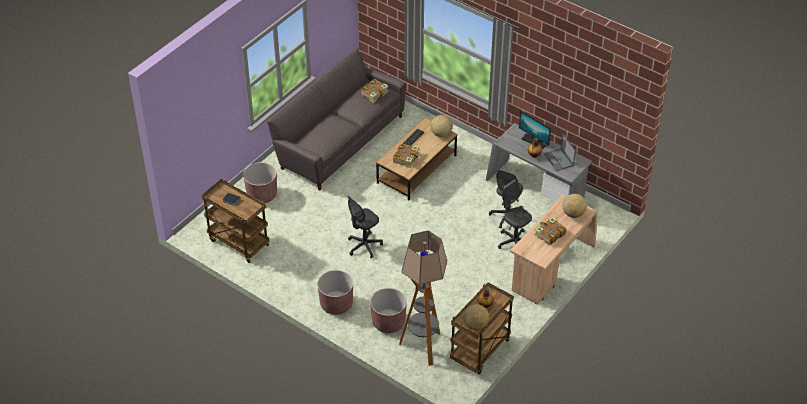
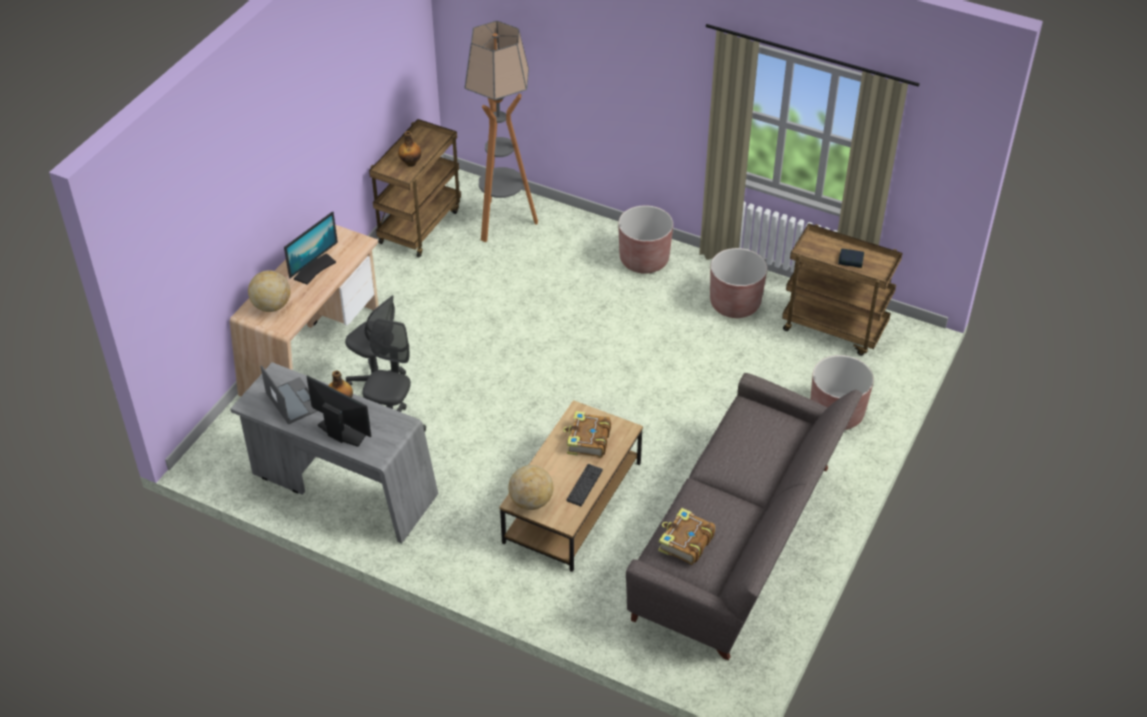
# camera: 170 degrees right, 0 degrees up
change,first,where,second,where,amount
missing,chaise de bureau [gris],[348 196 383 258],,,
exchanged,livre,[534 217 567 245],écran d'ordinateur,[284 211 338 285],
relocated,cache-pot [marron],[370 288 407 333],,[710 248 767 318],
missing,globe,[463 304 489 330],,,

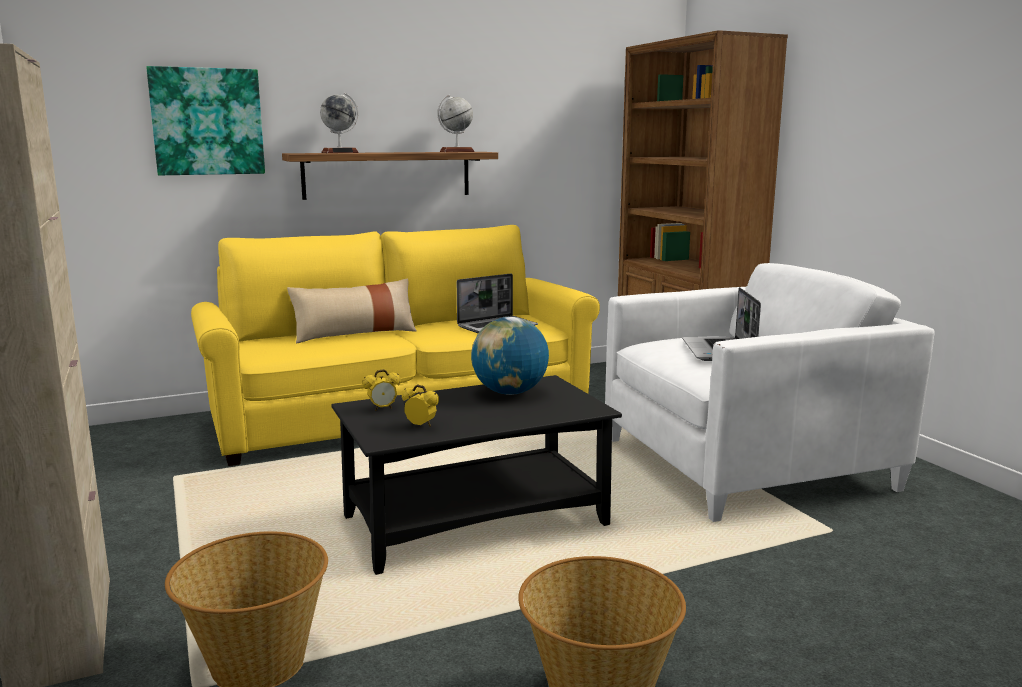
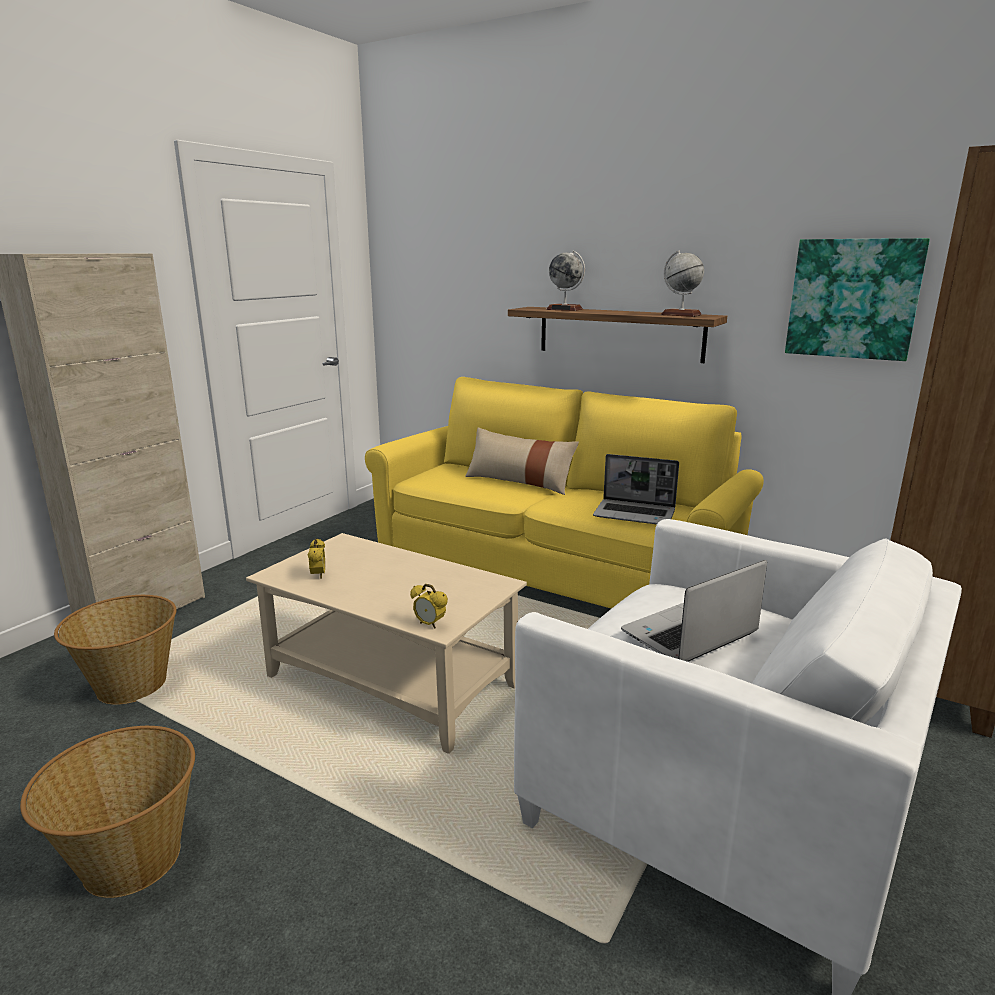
# camera: 55 degrees right, 5 degrees up
change,first,where,second,where,amount
relocated,tableau,[146 66 265 175],,[785 238 930 361],
missing,globe,[471 317 549 395],,,
relocated,réveil,[362 369 401 411],,[410 584 448 628],
colour,table basse [noir],[331 375 622 575],table basse [beige],[246 533 527 754],

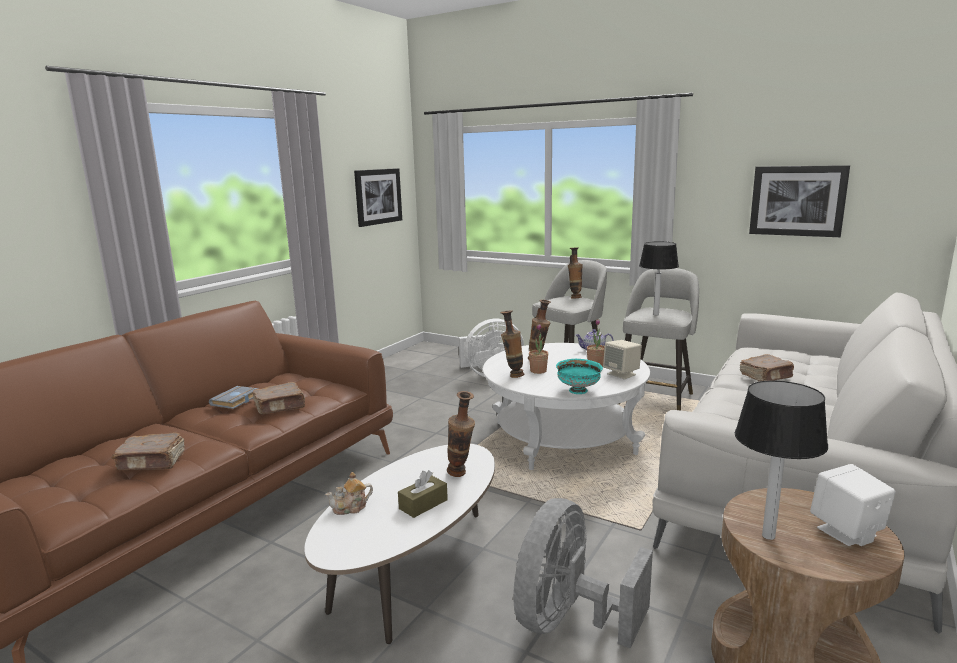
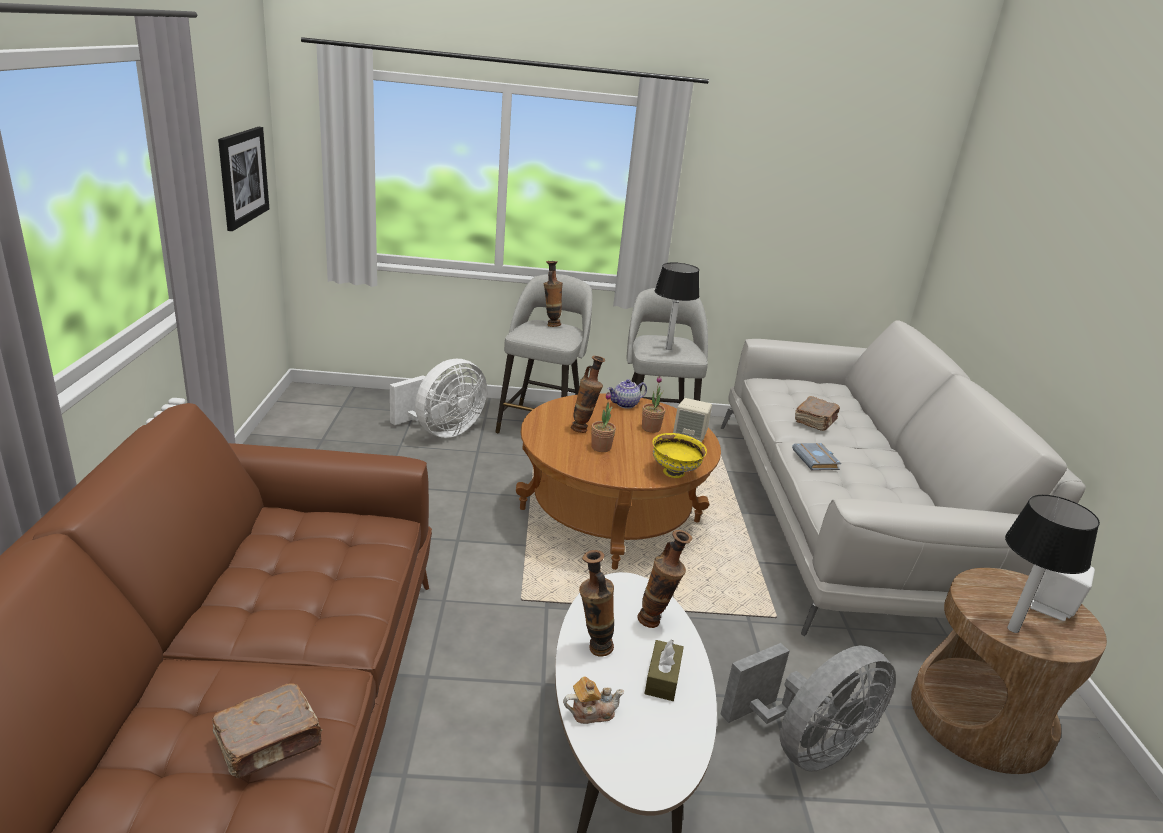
# camera: 35 degrees left, 10 degrees up
change,first,where,second,where,amount
missing,tableau,[749 165 850 237],,,
relocated,vase,[500 310 524 378],,[579 550 614 656],
colour,table basse [blanc],[483 343 650 470],table basse [marron],[516 393 721 570],
colour,bol [turquoise],[556 359 603 394],bol [jaune],[652 433 707 478],
missing,livre [marron],[253 382 305 414],,,
relocated,livre [gris],[209 386 258 409],,[792 443 841 471],
spun,théière,[325 472 373 515],,[563 676 624 724],135 degrees counterclockwise
spun,ventilateur [gris],[513 498 653 649],,[721 643 896 772],120 degrees counterclockwise

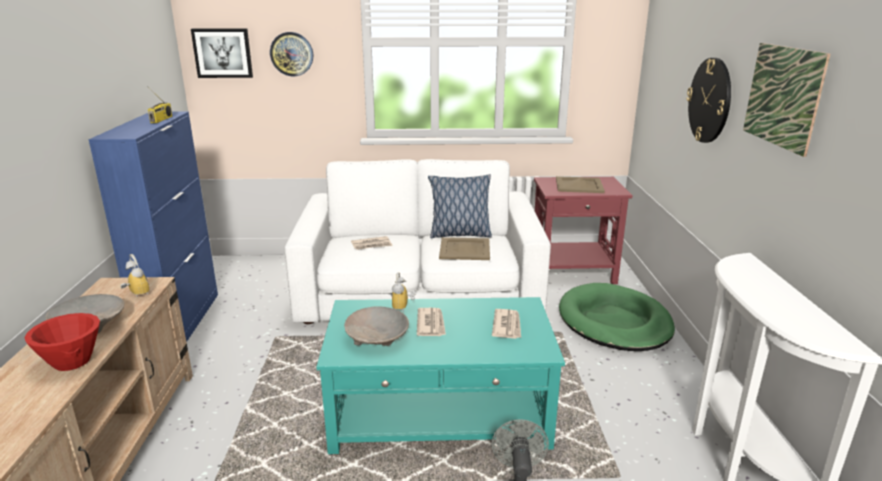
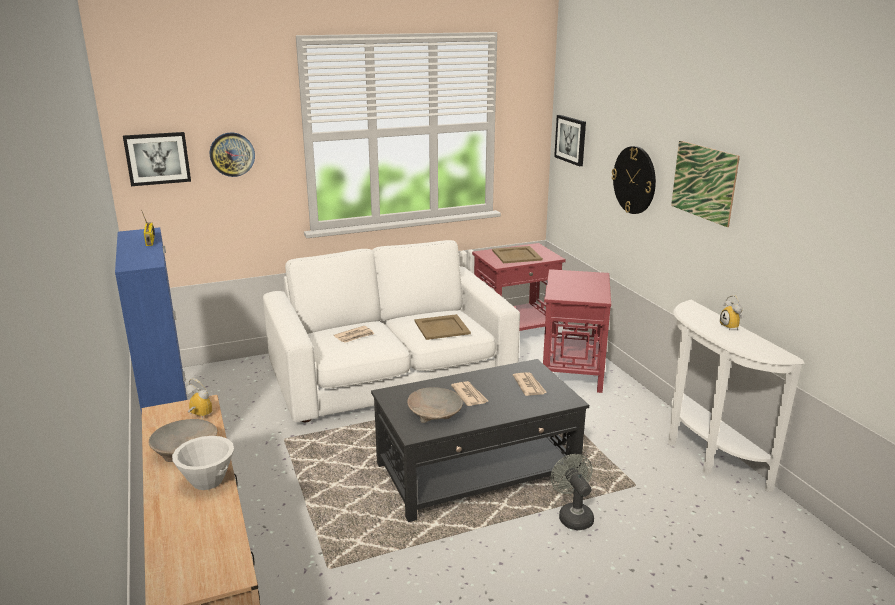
# camera: 20 degrees left, 0 degrees up
change,first,where,second,where,amount
missing,coussin,[428 174 492 238],,,
relocated,réveil,[391 272 416 311],,[720 295 743 331],
exchanged,panier pour chien [vert],[559 283 675 351],table d'appoint [rouge],[543 269 611 393],
colour,table basse [turquoise],[316 297 565 454],table basse [noir],[371 359 589 522],
colour,bol [rouge],[25 313 100 371],bol [blanc],[172 436 234 490],
appeared,,,tableau,[554 115 586 166],

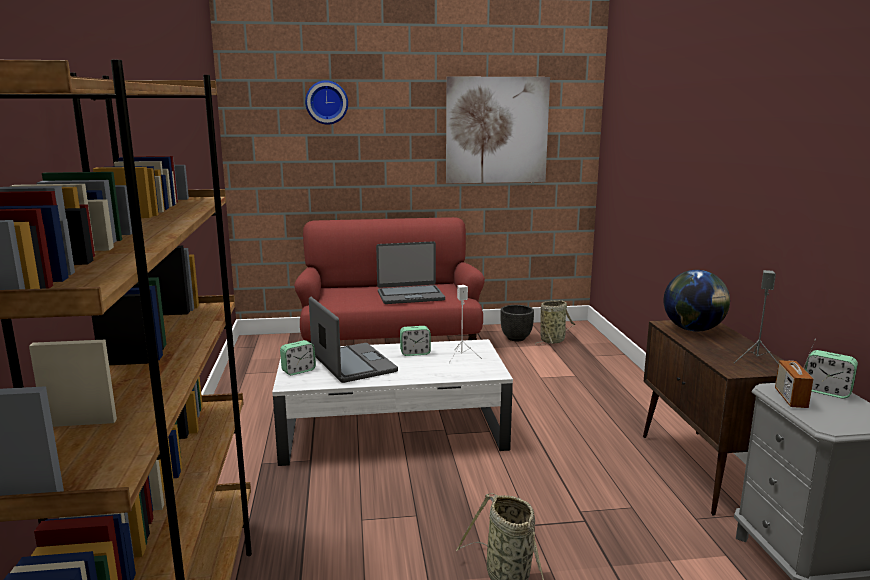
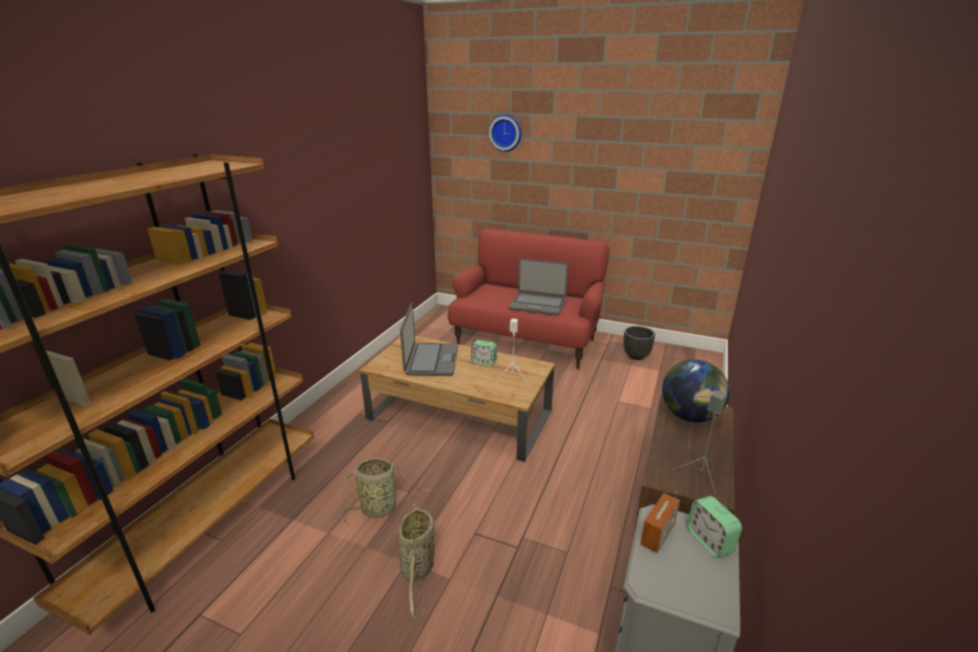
# camera: 30 degrees right, 10 degrees up
change,first,where,second,where,amount
missing,tableau,[446 76 550 183],,,
relocated,panier,[535 300 576 345],,[340 458 431 524],
colour,table basse [blanc],[272 339 513 466],table basse [marron],[360 336 555 462],
missing,réveil,[280 340 316 375],,,

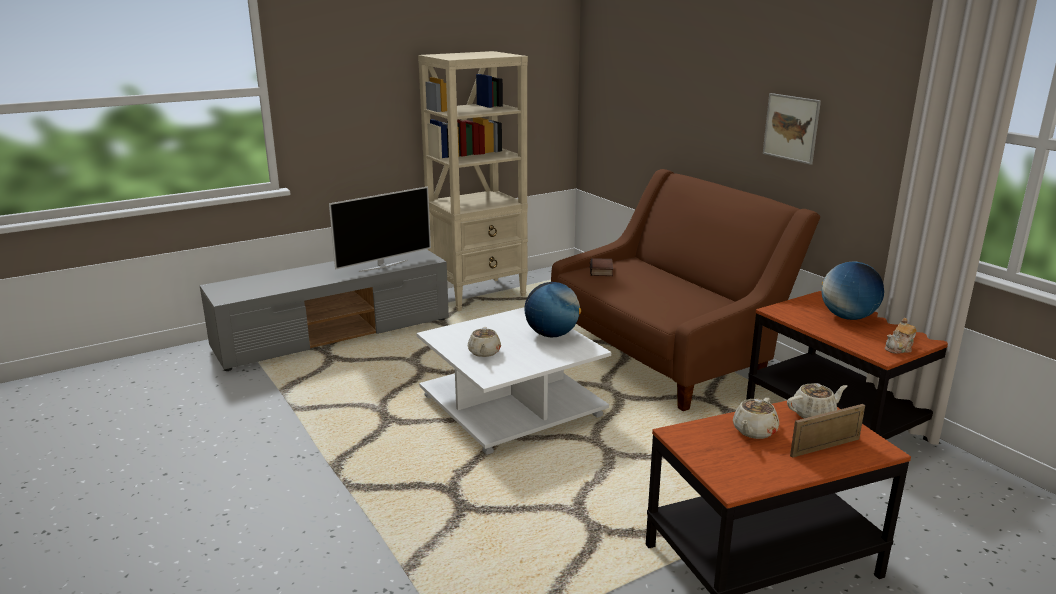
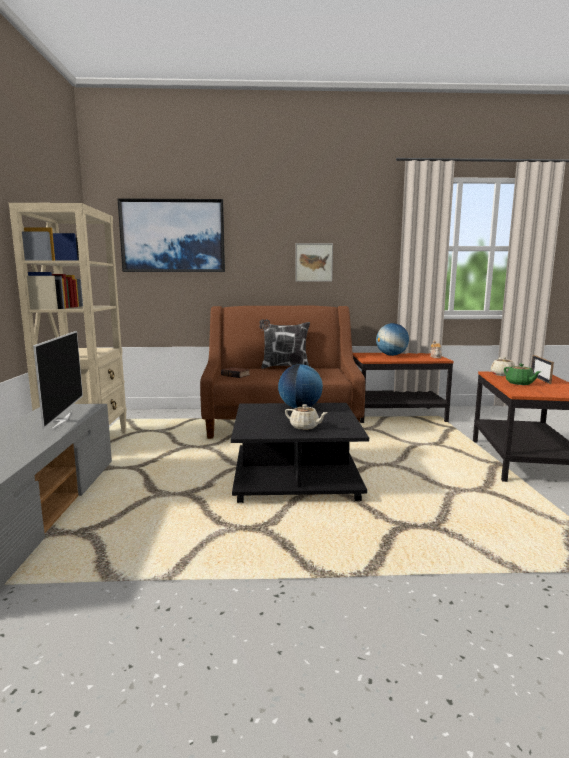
# camera: 60 degrees left, 10 degrees down
change,first,where,second,where,amount
colour,table basse [blanc],[416 307 611 455],table basse [noir],[231 403 369 503],
colour,théière [beige],[733 398 779 439],théière [vert],[504 364 541 385],
appeared,,,tableau,[117 198 225 272],
appeared,,,coussin,[259 319 310 369],

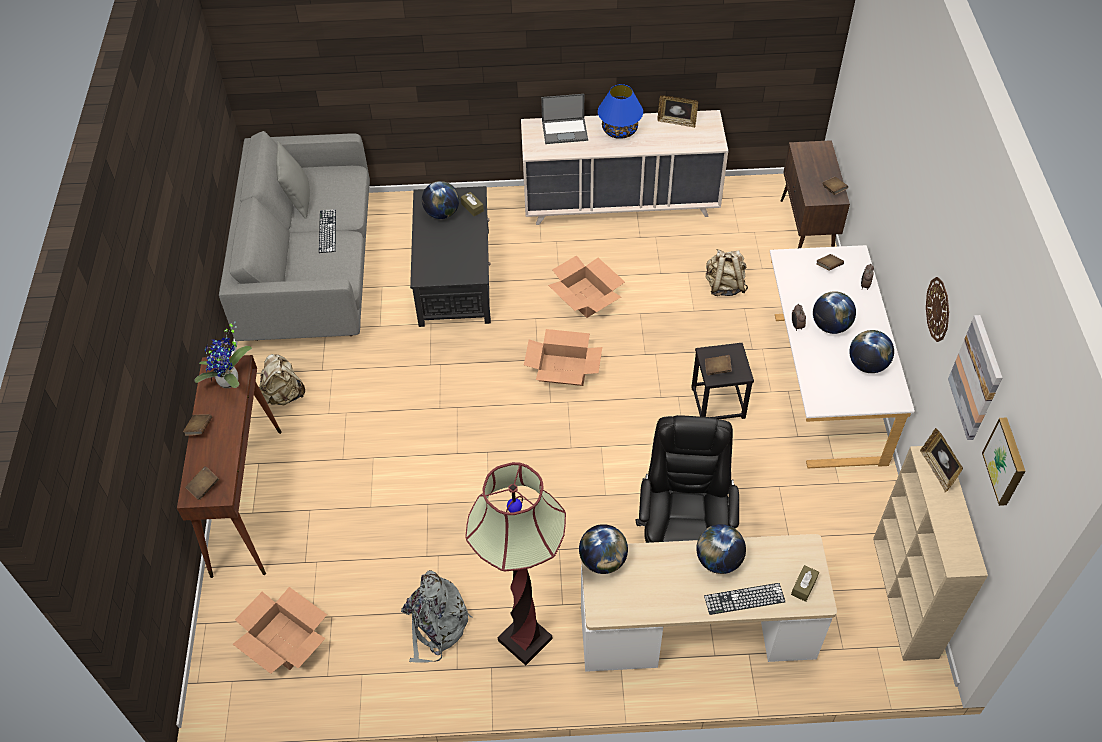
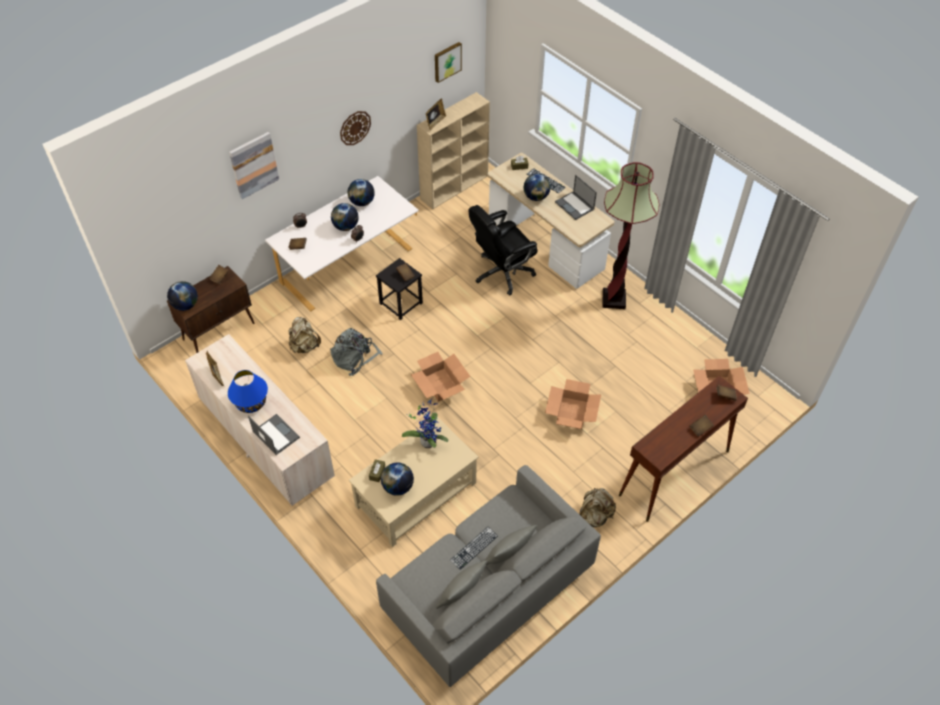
# camera: 130 degrees left, 0 degrees up
change,first,where,second,where,amount
colour,table basse [noir],[410 186 491 327],table basse [beige],[349 417 478 547],
relocated,carton,[548 255 625 318],,[545 379 601 429],
relocated,tableau,[948 315 1002 440],,[229 132 279 199],
relocated,plante en pot,[194 321 252 388],,[402 399 449 448],
relocated,globe,[579 524 628 574],,[167 281 198 311],
relocated,sac à dos [gris],[401 570 473 663],,[330 328 382 376],
appeared,,,ordinateur portable,[555 175 597 220],
appeared,,,coussin [gris],[484 525 537 565],

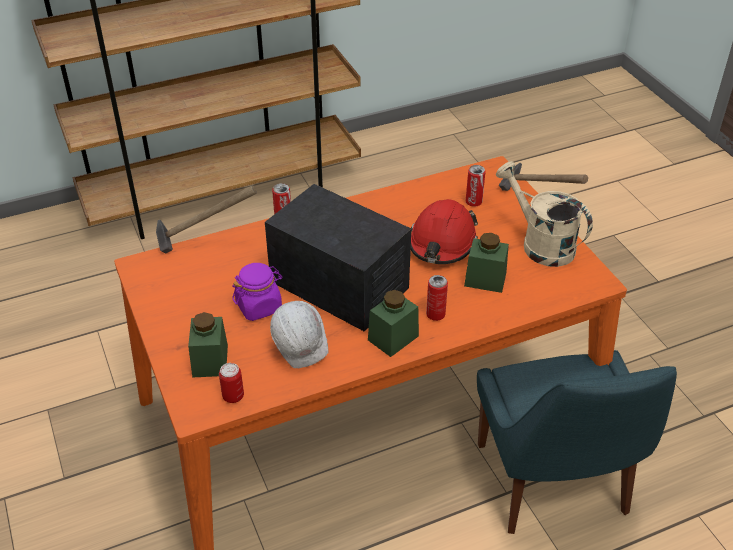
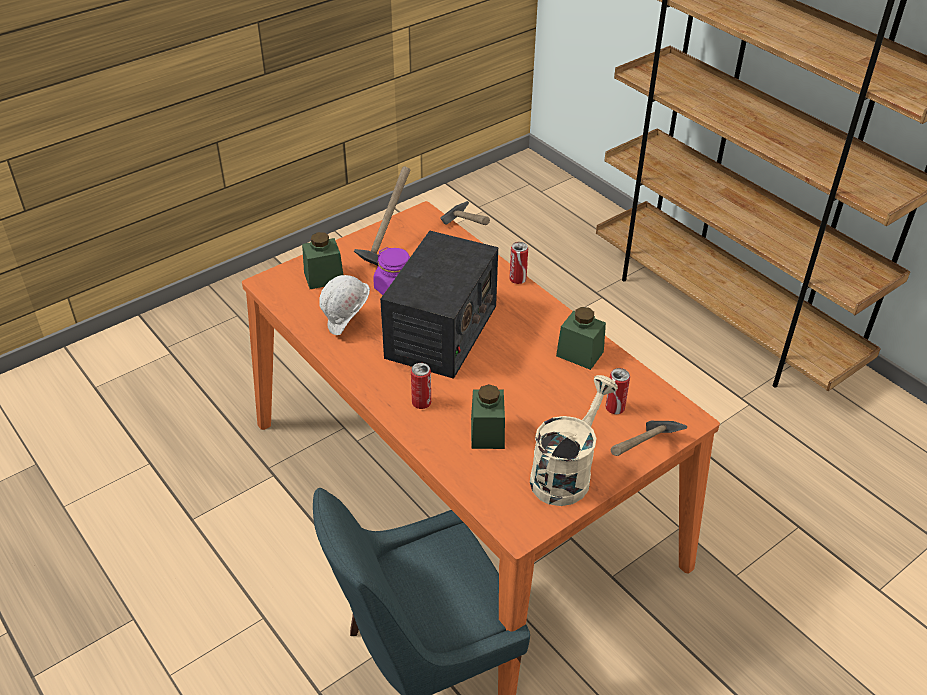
# camera: 75 degrees right, 0 degrees up
change,first,where,second,where,amount
missing,casque de chantier [rouge],[411 199 478 264],,,
relocated,bocal [vert],[368 290 419 357],,[556 307 606 370],
missing,boîte métallique,[219 363 244 403],,,
appeared,,,marteau,[354 166 410 266],

